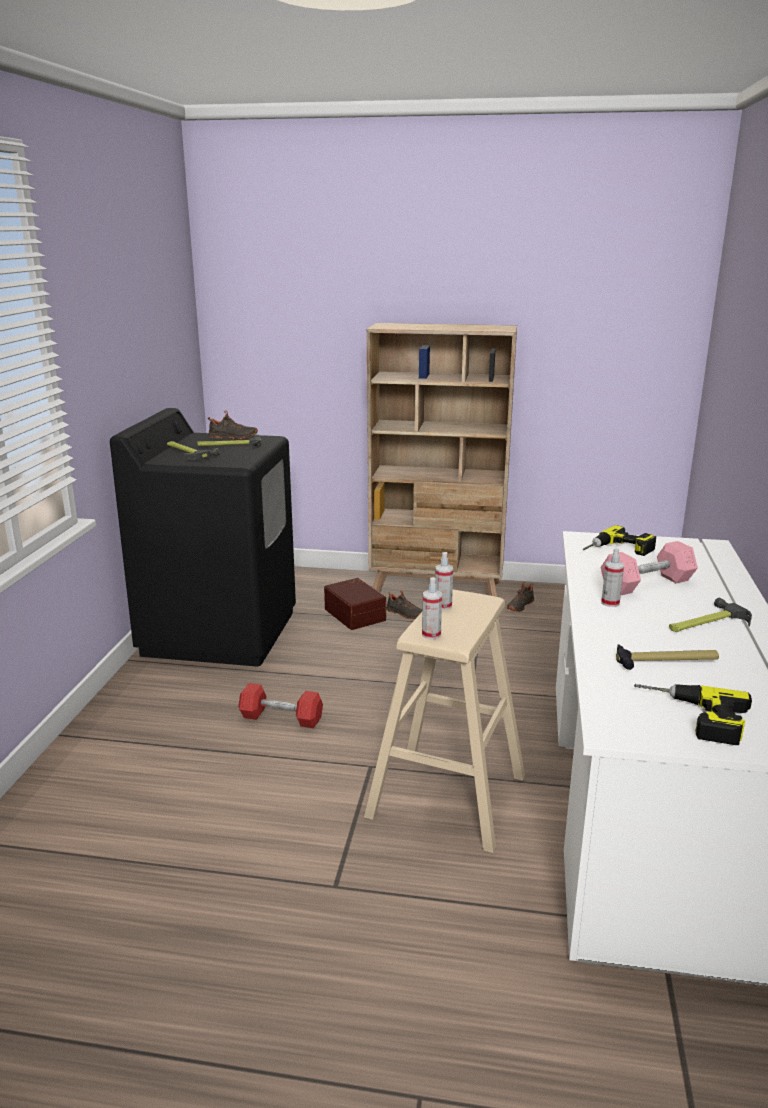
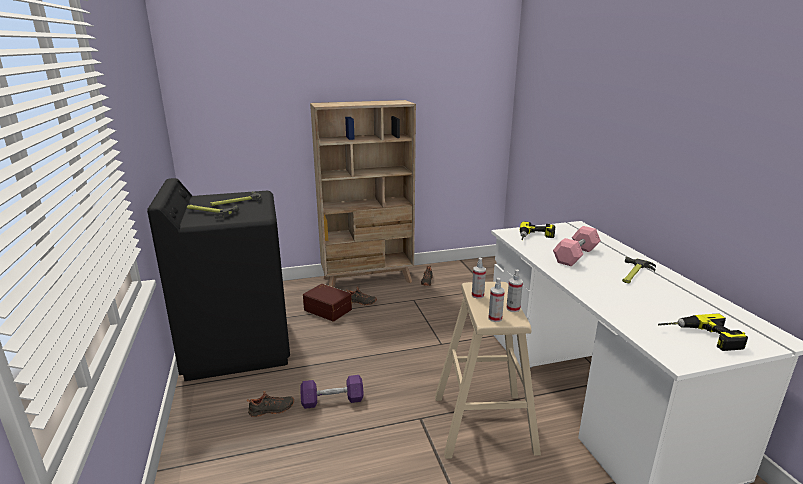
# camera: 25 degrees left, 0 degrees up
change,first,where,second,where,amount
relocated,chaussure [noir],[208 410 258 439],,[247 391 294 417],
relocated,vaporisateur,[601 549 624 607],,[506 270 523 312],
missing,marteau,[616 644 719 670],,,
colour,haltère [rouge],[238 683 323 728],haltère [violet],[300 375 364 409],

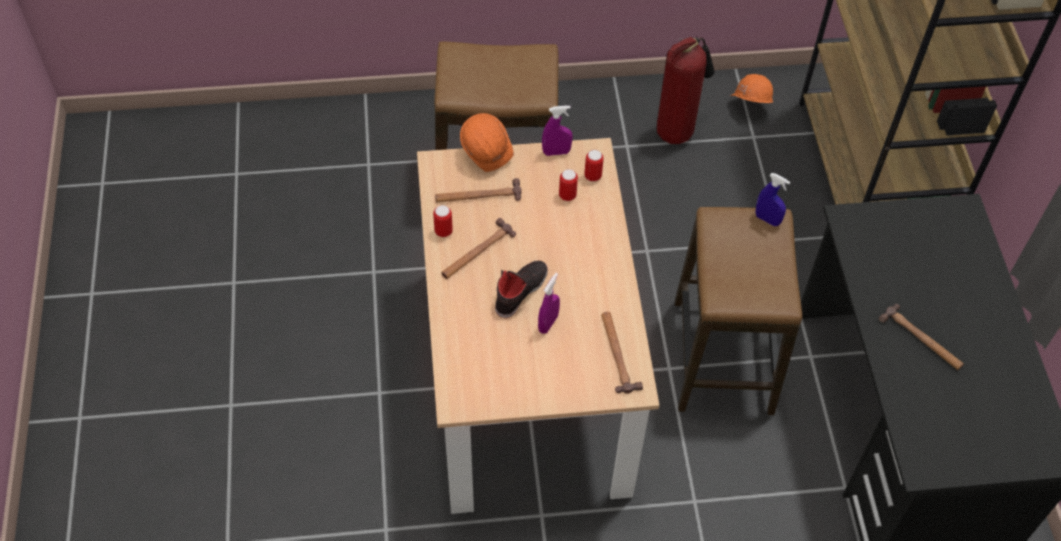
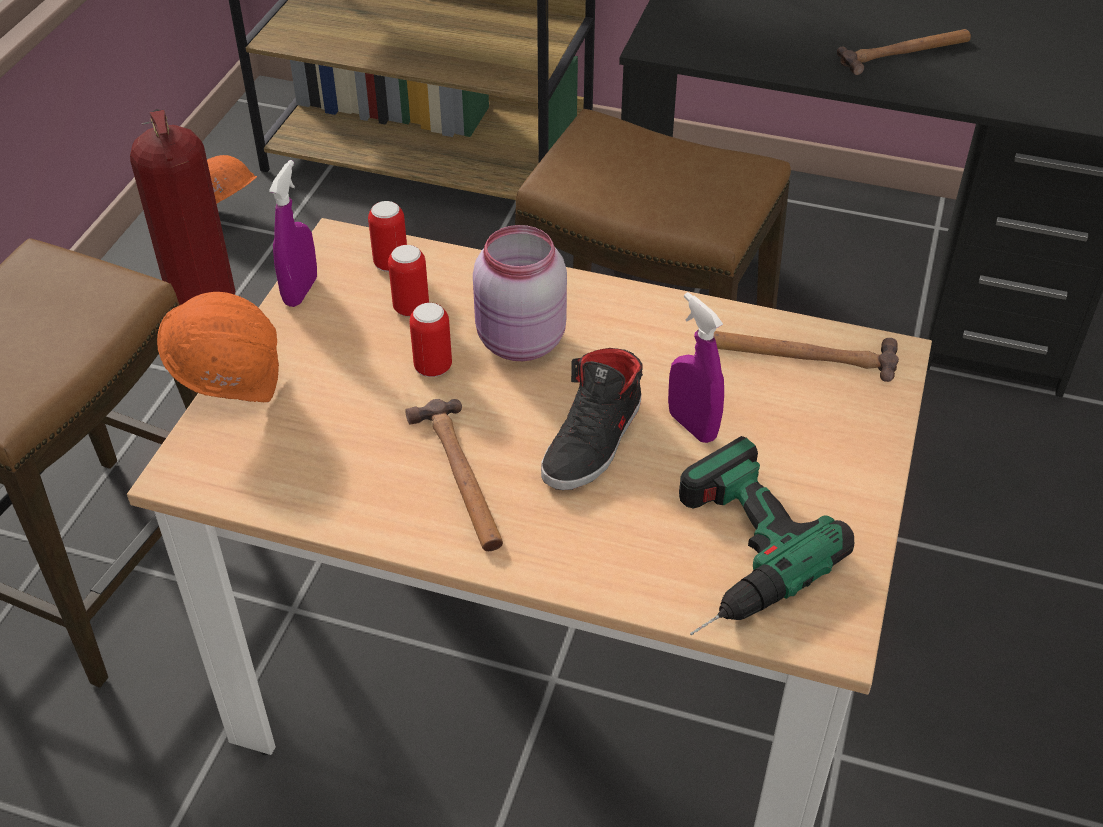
# camera: 65 degrees left, 10 degrees down
change,first,where,second,where,amount
missing,vaporisateur [bleu],[755 173 790 226],,,
missing,marteau,[435 178 522 203],,,
relocated,boîte métallique,[433 205 453 237],,[409 303 452 377],
spun,chaussure [noir],[495 261 548 318],,[541 348 643 490],120 degrees counterclockwise
appeared,,,bocal [rose],[473 225 567 361],
appeared,,,perceuse,[679 436 854 636],

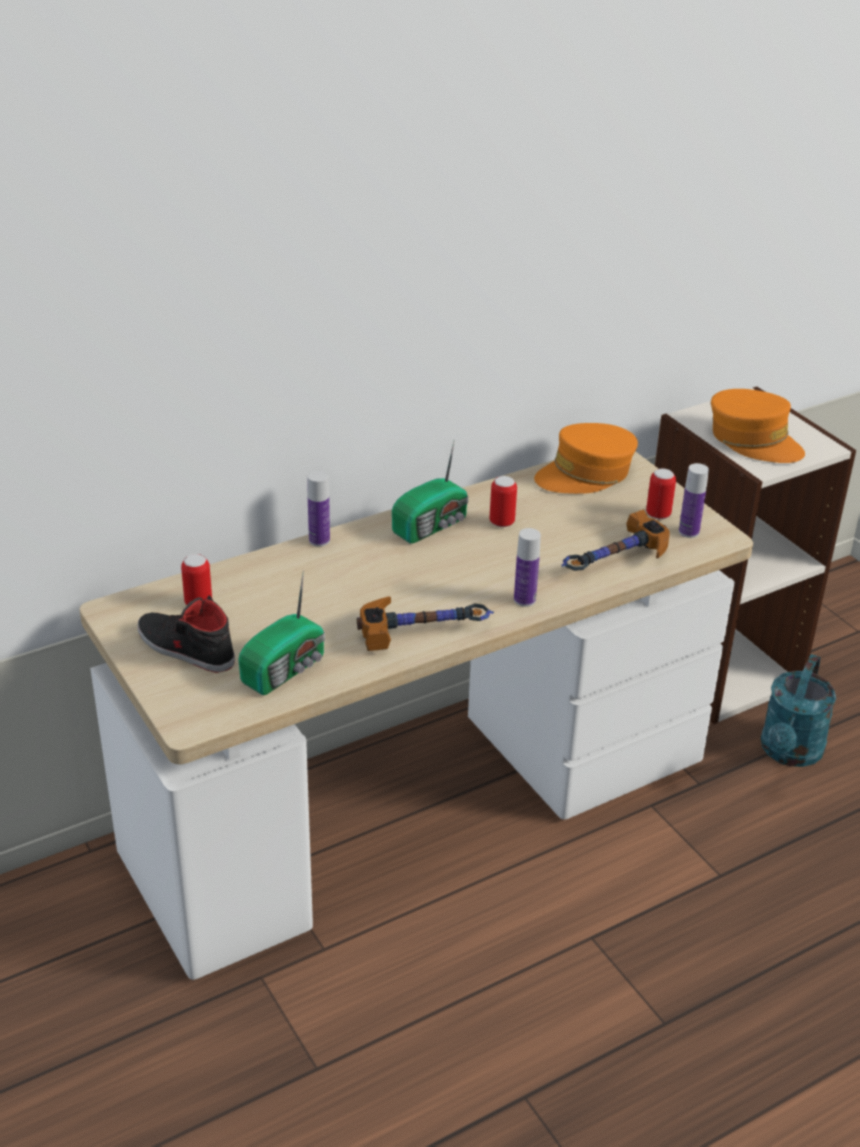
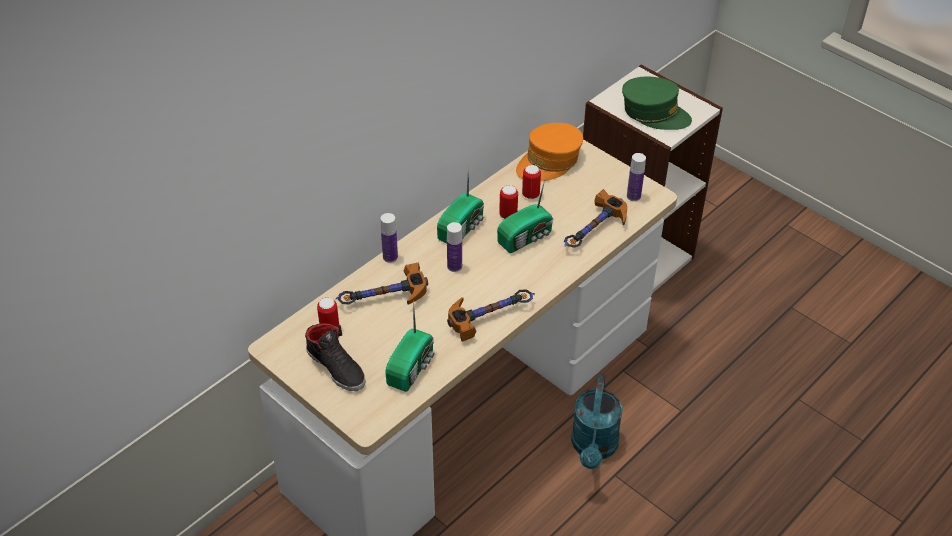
# camera: 15 degrees left, 10 degrees up
change,first,where,second,where,amount
colour,casquette [orange],[711 389 805 463],casquette [vert],[622 77 692 130],
relocated,boîte métallique,[646 469 676 519],,[522 165 541 199],
relocated,bouteille,[514 528 541 607],,[447 222 462 272],
spun,chaussure [noir],[137 595 235 673],,[305 323 366 391],150 degrees counterclockwise
relocated,arrosoir [turquoise],[761 654 836 767],,[571 375 623 469],
appeared,,,radio,[497 180 553 253],
appeared,,,marteau,[336 263 428 305],

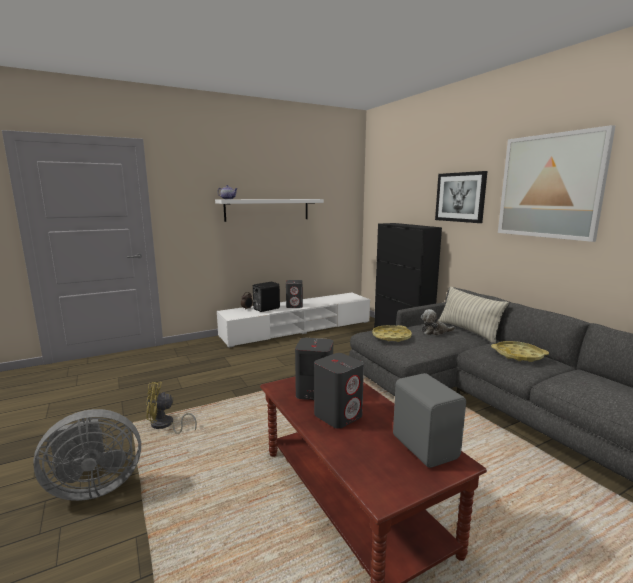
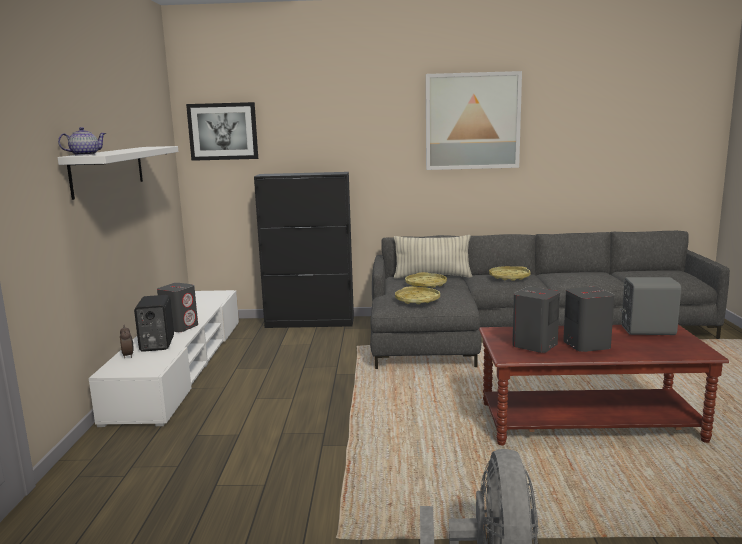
# camera: 60 degrees left, 0 degrees up
change,first,where,second,where,amount
relocated,tableau,[435 171 488 223],,[186 102 258 161],
exchanged,peluche,[421 309 455 335],plateau [jaune],[405 272 447 288],
missing,ventilateur [jaune],[146 382 197 434],,,

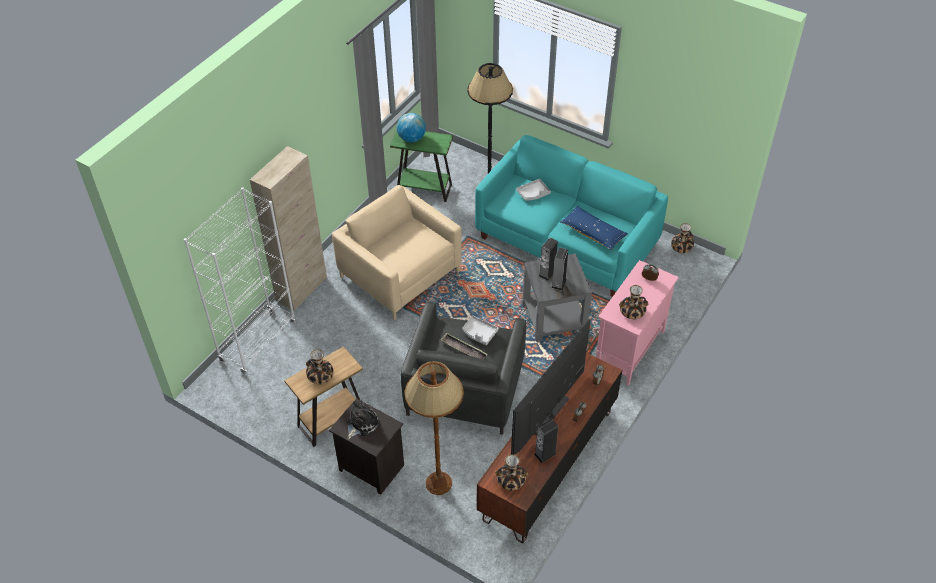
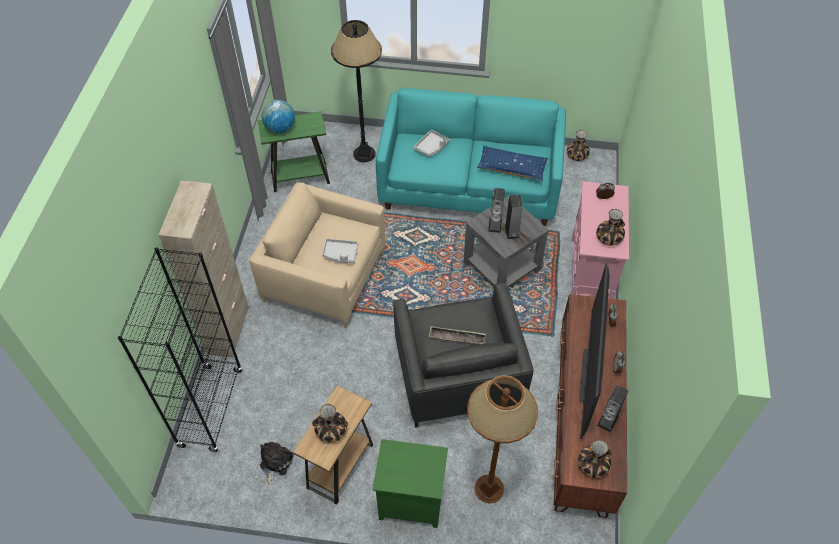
# camera: 25 degrees left, 5 degrees up
change,first,where,second,where,amount
colour,bibliothèque [blanc],[184 187 296 375],bibliothèque [noir],[118 247 242 453],
relocated,plateau [gris],[462 315 499 345],,[322 239 358 264],
colour,table de chevet [noir],[329 398 404 495],table de chevet [vert],[372 439 448 528],
relocated,peluche,[347 401 380 439],,[260 441 294 485],

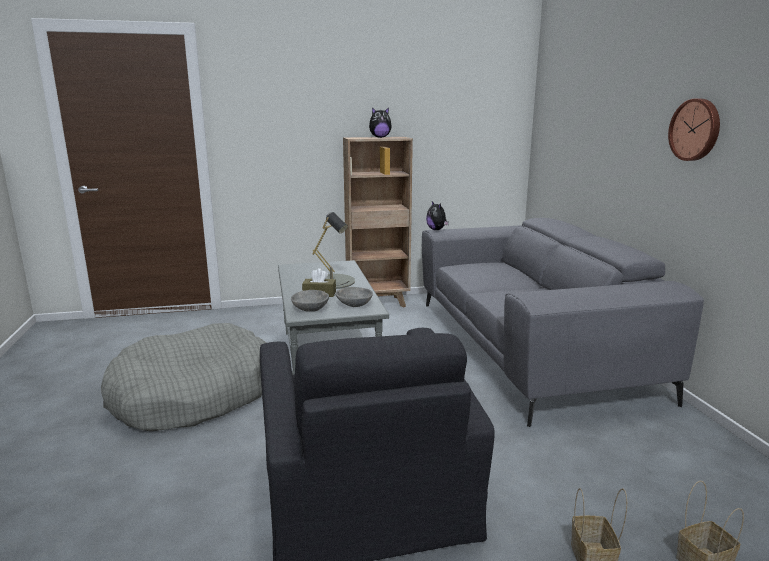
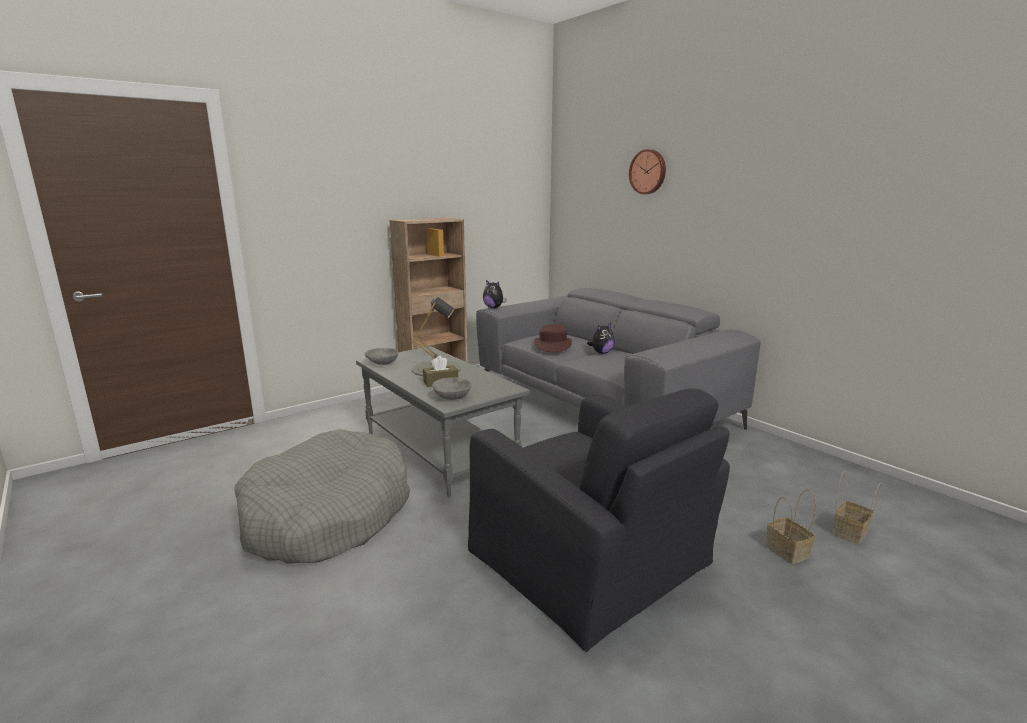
# camera: 25 degrees left, 0 degrees up
change,first,where,second,where,amount
relocated,horloge murale,[668 99 720 161],,[629 149 666 194],
relocated,peluche,[369 108 392 138],,[587 323 615 354],
relocated,bol [gris],[335 287 373 307],,[365 348 399 365],
appeared,,,chapeau [marron],[534 324 572 352],

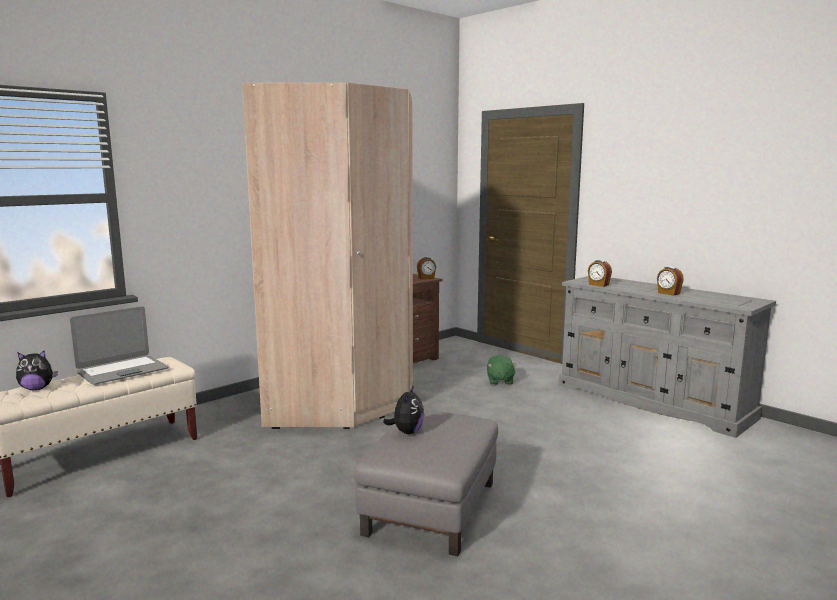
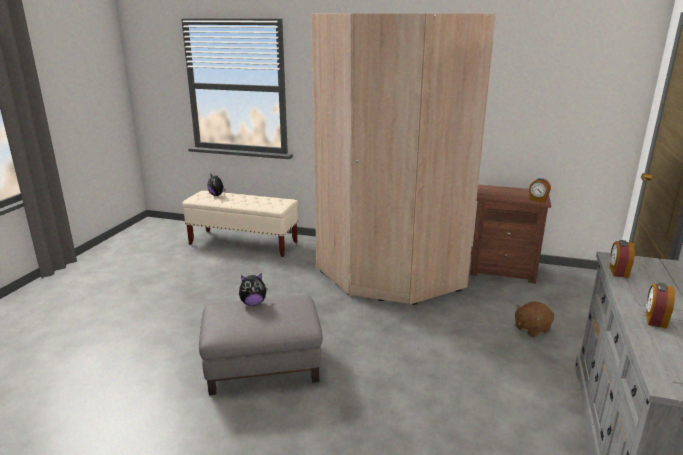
# camera: 60 degrees right, 10 degrees up
change,first,where,second,where,amount
missing,ordinateur portable,[70 306 169 385],,,
colour,peluche [vert],[487 355 517 385],peluche [marron],[515 301 554 337],

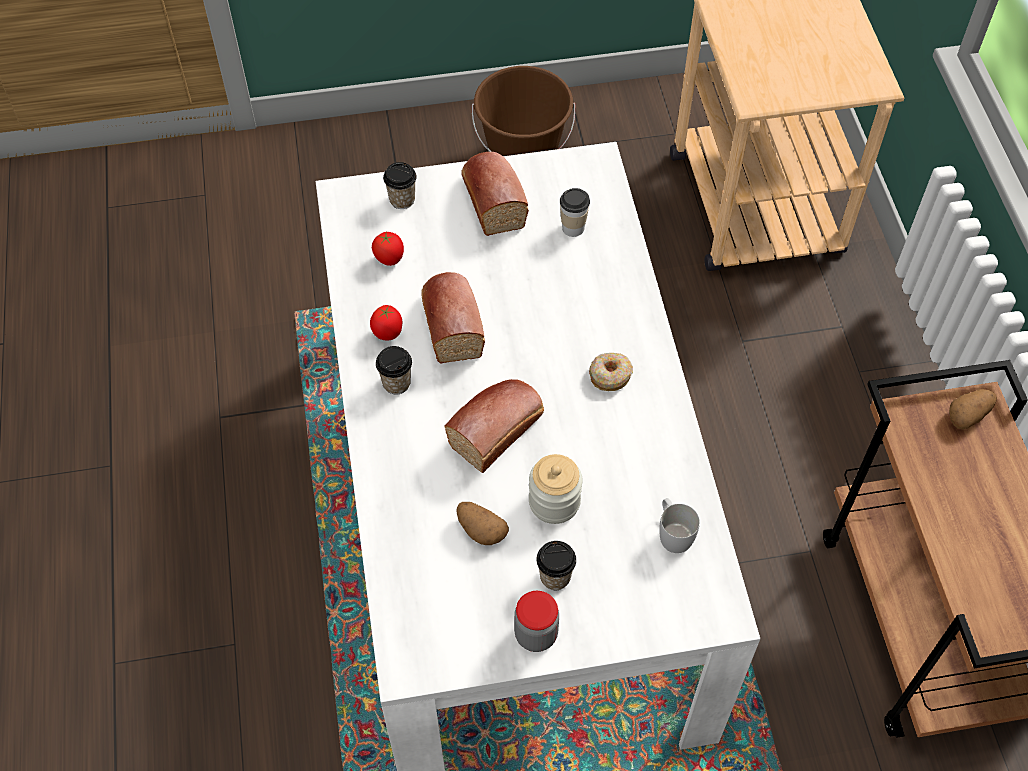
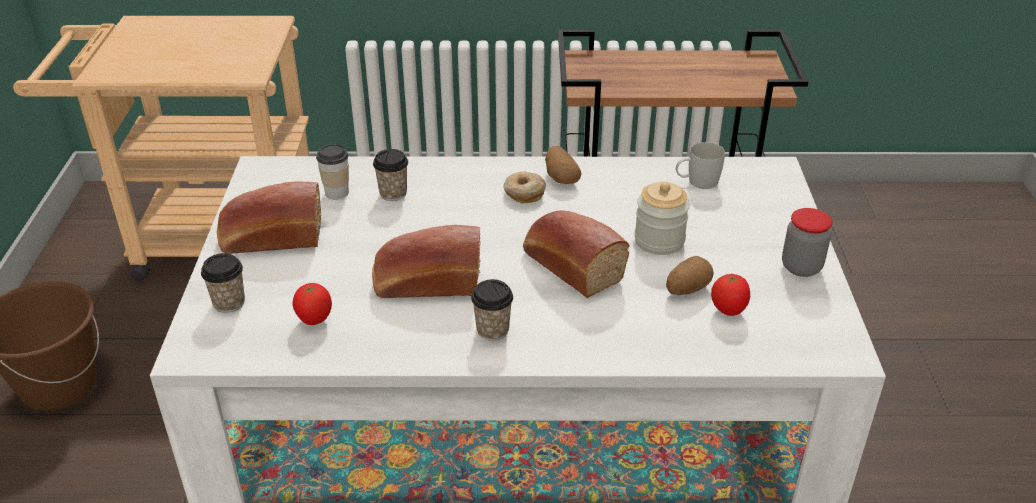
# camera: 80 degrees left, 20 degrees down
change,first,where,second,where,amount
relocated,tomate,[370 305 402 340],,[711 274 750 316],
relocated,pomme de terre,[949 389 997 429],,[545 146 581 184],
relocated,tasse,[536 541 576 590],,[373 149 408 201],

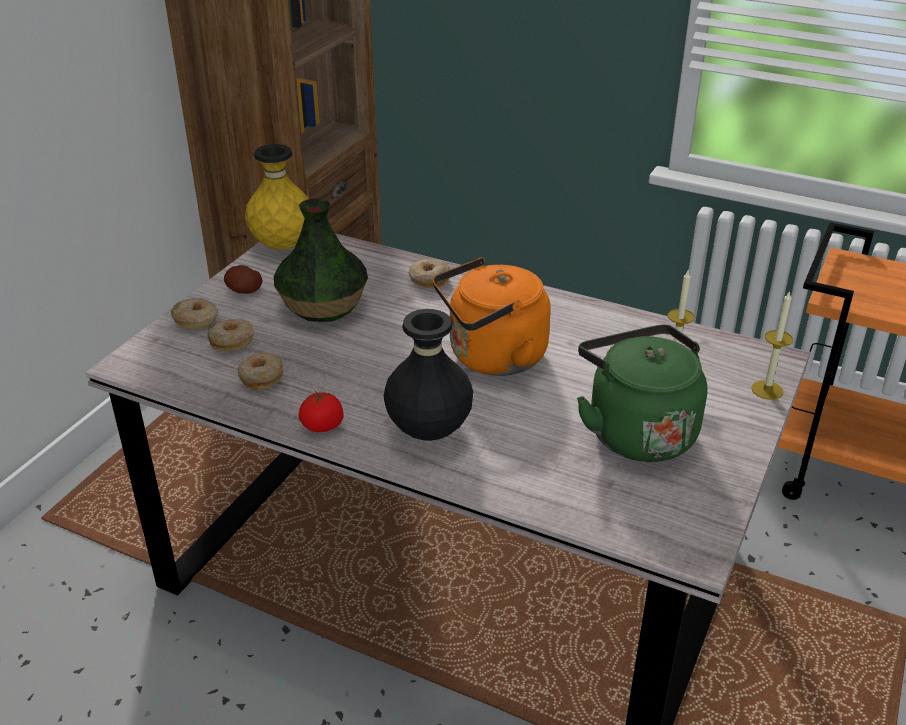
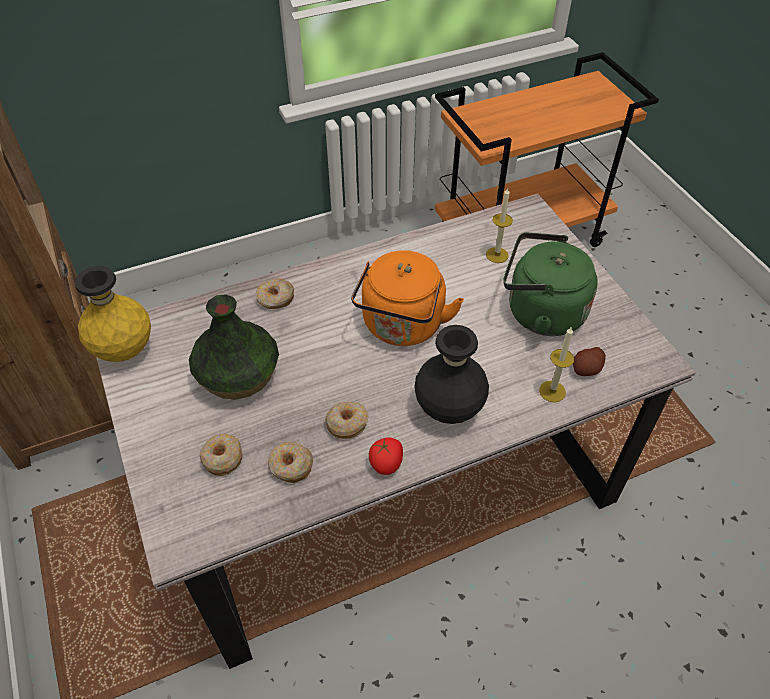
# camera: 50 degrees left, 15 degrees up
change,first,where,second,where,amount
relocated,pomme de terre,[224 265 262 294],,[573 347 606 376],
relocated,bougie,[751 290 793 400],,[539 326 574 402],
relocated,beignet,[171 298 218 329],,[325 402 368 439],

